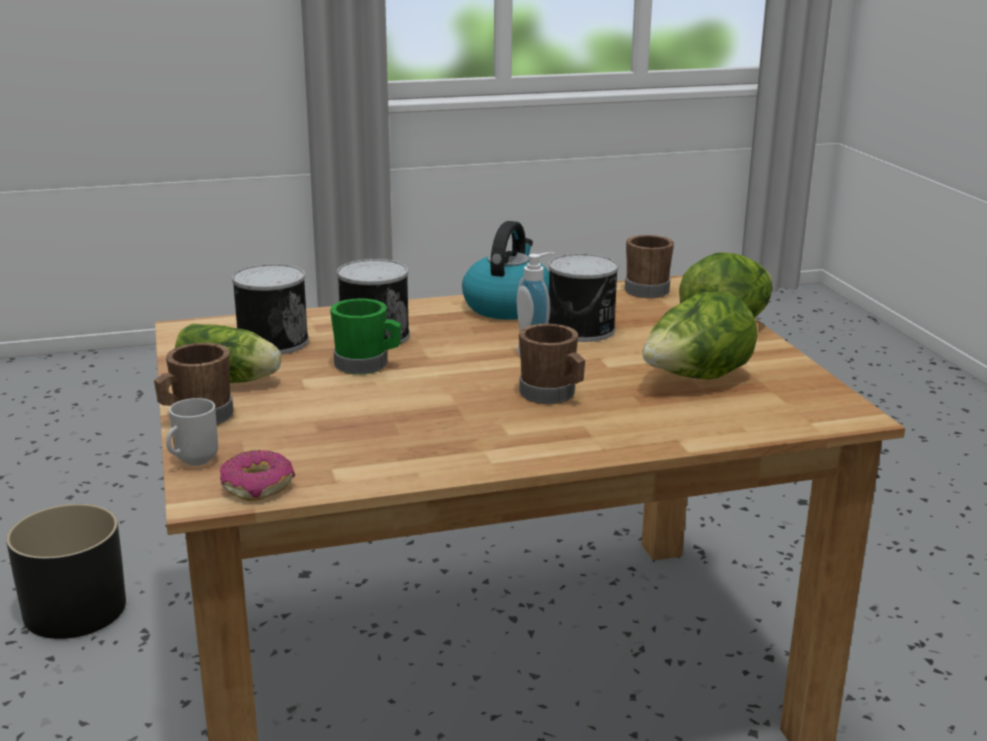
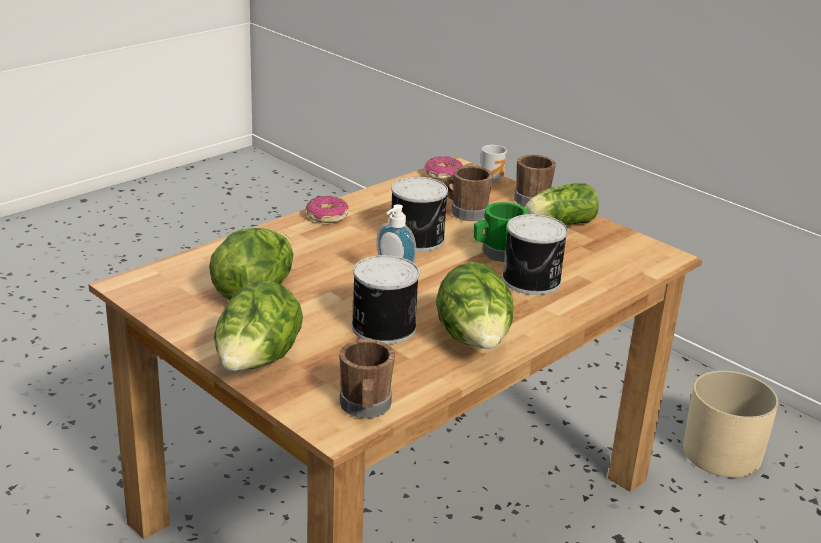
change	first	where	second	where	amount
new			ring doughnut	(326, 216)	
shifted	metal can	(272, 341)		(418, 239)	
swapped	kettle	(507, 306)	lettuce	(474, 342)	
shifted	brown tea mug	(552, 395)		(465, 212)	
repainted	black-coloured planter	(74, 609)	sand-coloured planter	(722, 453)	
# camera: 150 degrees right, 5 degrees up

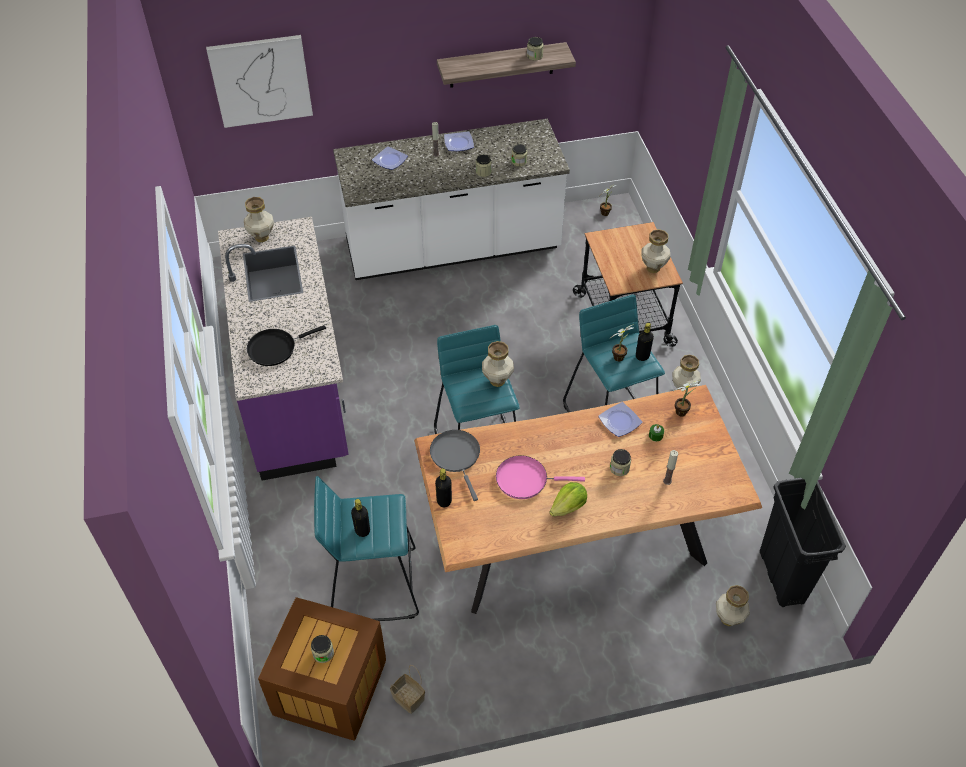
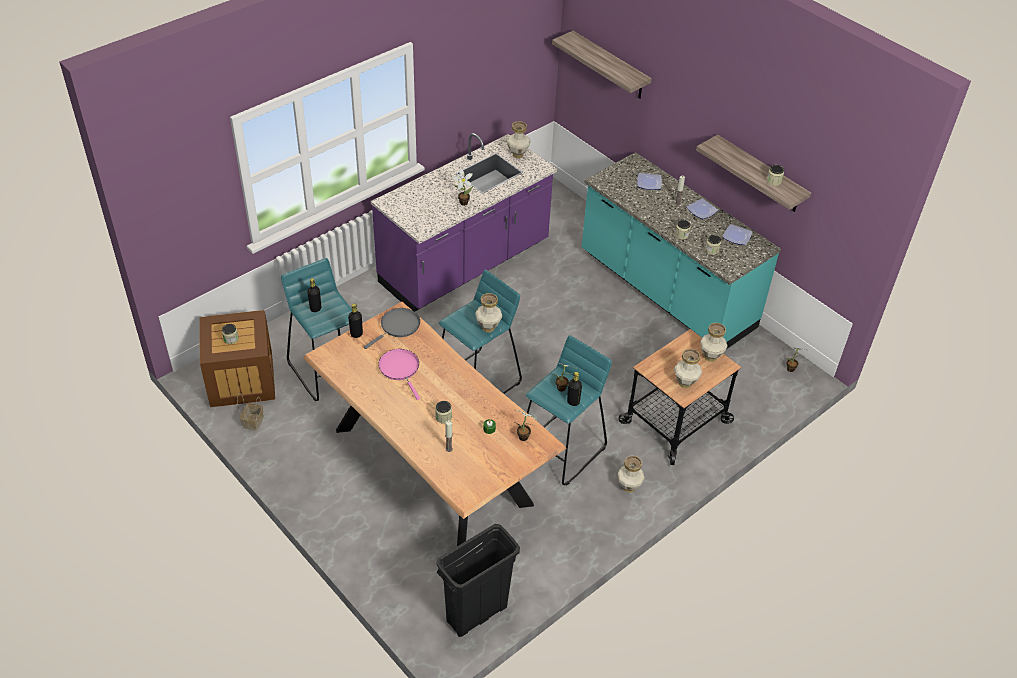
change	first	where	second	where	amount
new			houseplant	(462, 202)	
swapped	wall picture	(261, 80)	wall shelf	(610, 66)	
repainted	white counter	(453, 248)	blue-green counter	(665, 291)	
shifted	flower vase	(728, 619)		(710, 357)	
shifted	plate	(620, 421)		(737, 236)	
gone	black-coloured skillet	(275, 348)			
gone	lettuce	(568, 507)			
# camera: 60 degrees right, 5 degrees down

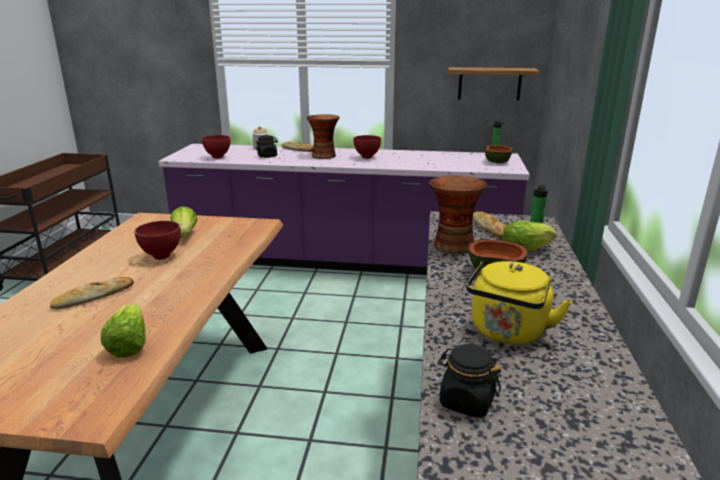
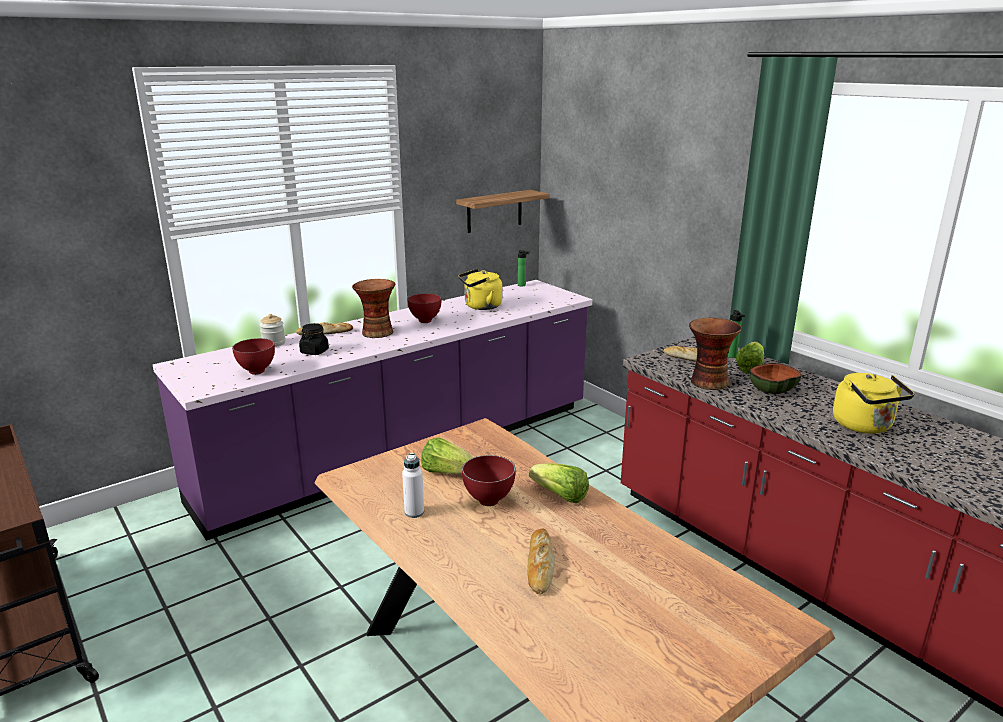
change	first	where	second	where	amount
new			white beverage bottle	(414, 512)	
new			yellow kettle	(481, 306)	
shifted	lettuce	(129, 344)		(560, 496)	
gone	black-coloured preserve jar	(466, 401)			
gone	bowl	(497, 162)			
# camera: 45 degrees left, 0 degrees up

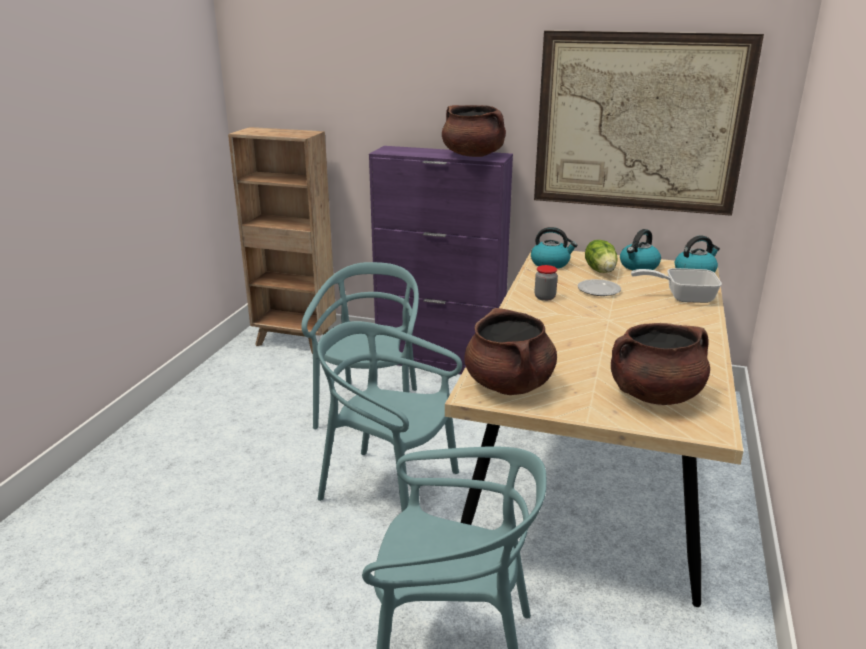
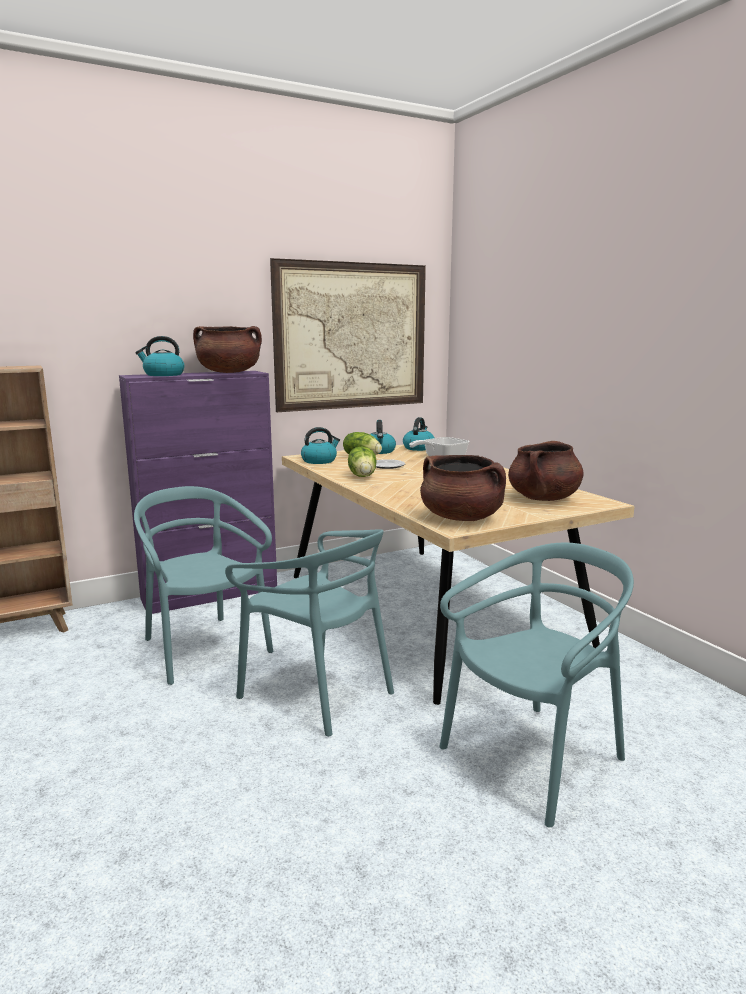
change	first	where	second	where	amount
new			kettle	(163, 375)	
rotated	blue-green plain chair	(389, 489)		(318, 692)	120 degrees counterclockwise
swapped	preserve jar	(545, 297)	lettuce	(363, 476)	
# camera: 45 degrees left, 10 degrees down

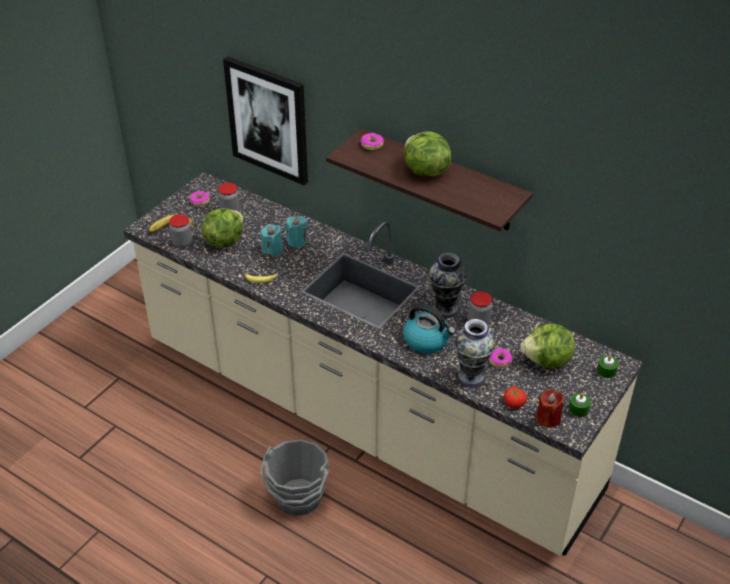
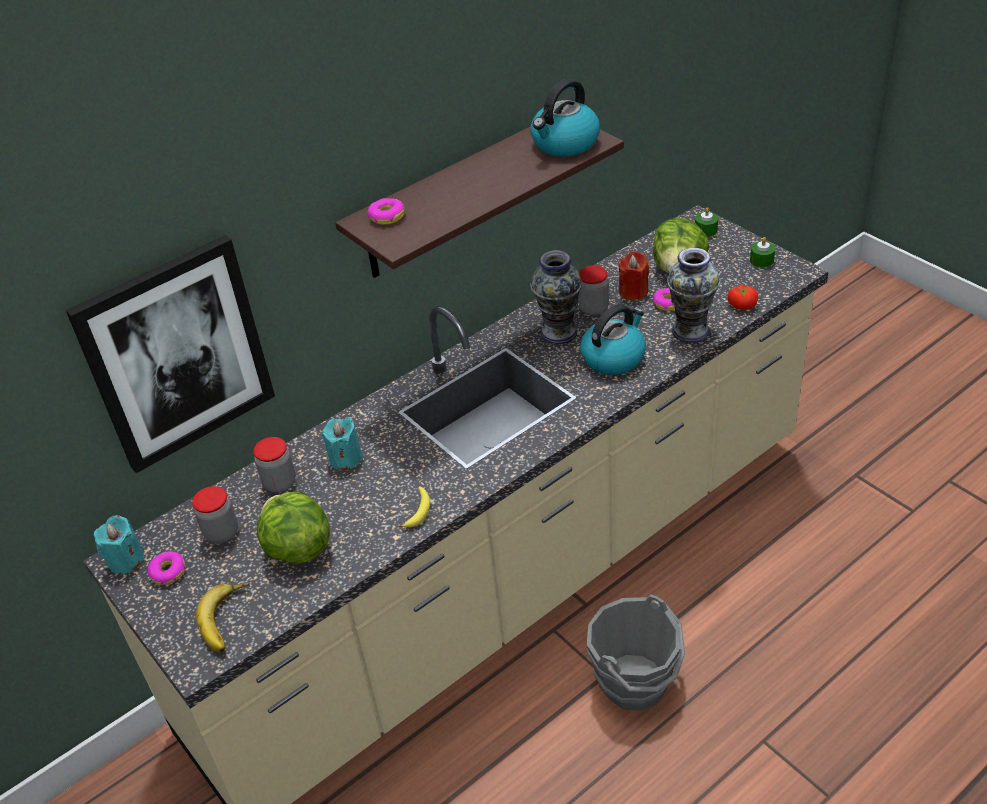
change	first	where	second	where	amount
shifted	blue-green wax light	(272, 250)		(126, 560)	
shifted	preserve jar	(182, 243)		(280, 483)	
new			kettle	(565, 144)	
shifted	red-coloured wax light	(548, 418)		(633, 291)	
gone	lettuce	(425, 171)			
# camera: 70 degrees left, 0 degrees up

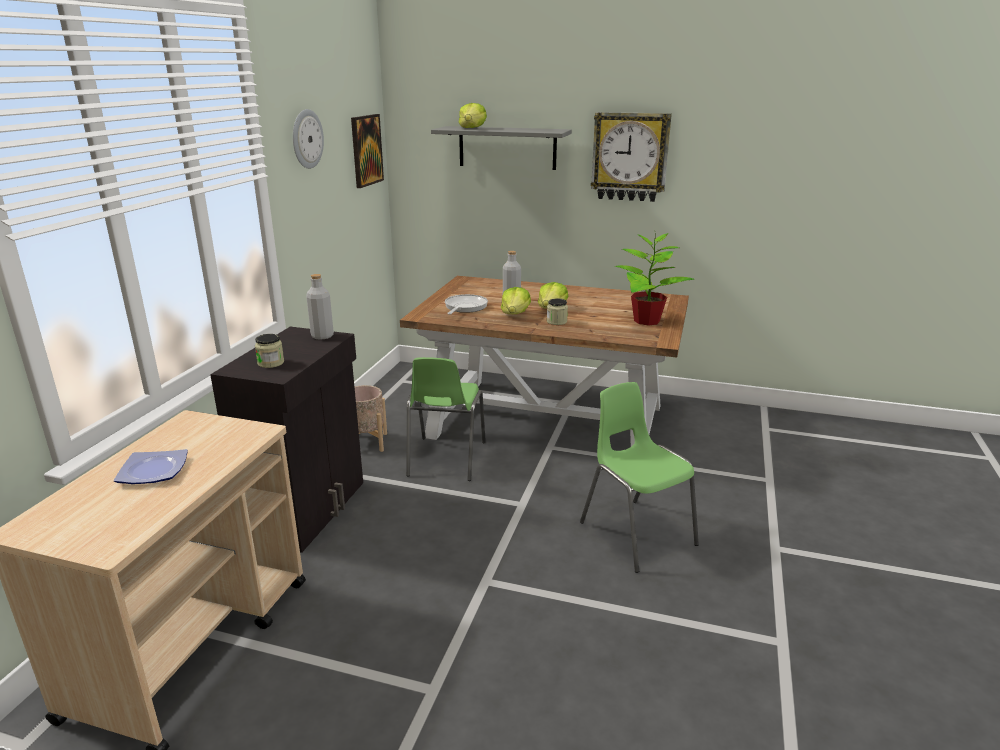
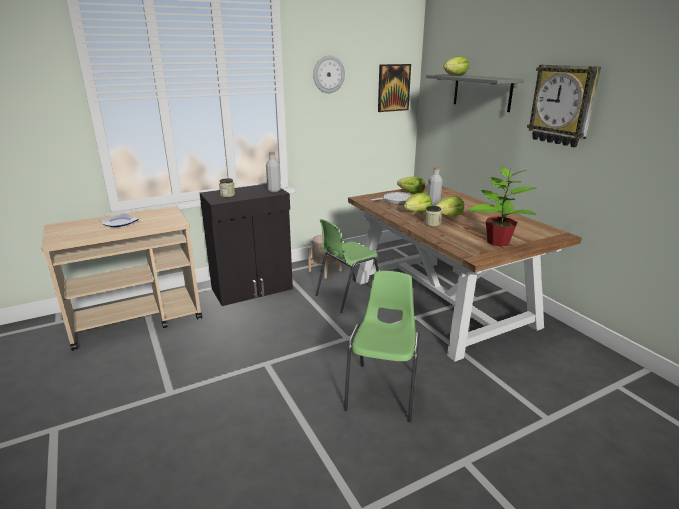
change	first	where	second	where	amount
new			lettuce	(411, 193)	
# camera: 45 degrees right, 0 degrees up

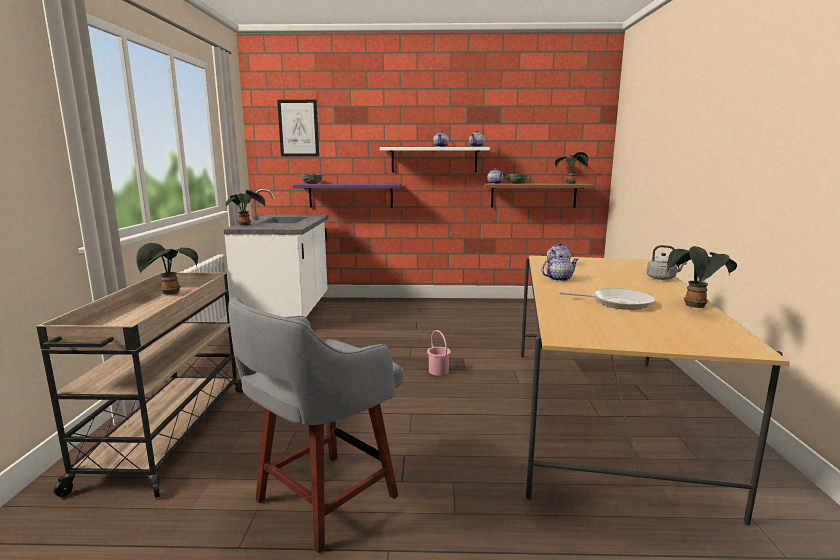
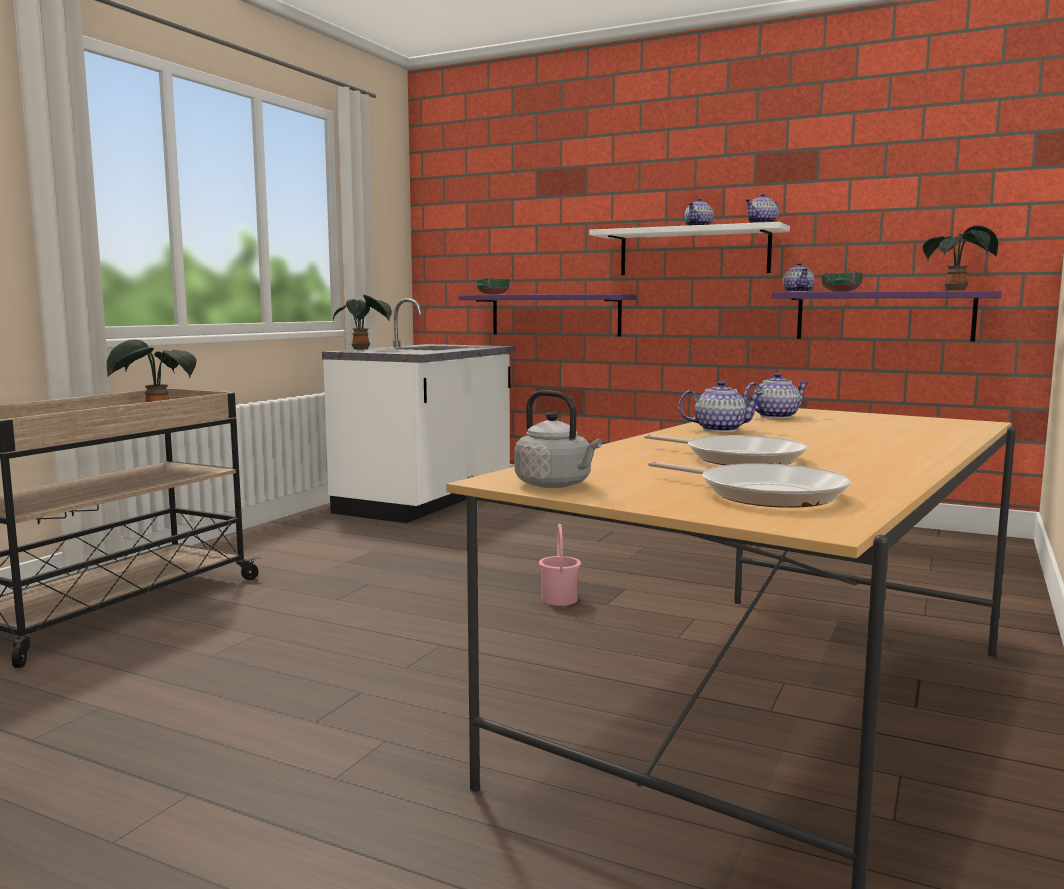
change	first	where	second	where	amount
shifted	greyish kettle	(662, 278)		(556, 485)	
new			skillet	(764, 494)	
repainted	brown wall shelf	(533, 195)	purplish wall shelf	(883, 316)	
gone	greyish stool	(322, 501)			
gone	wall picture	(298, 128)			
gone	houseplant	(695, 307)			
# camera: 25 degrees right, 5 degrees down

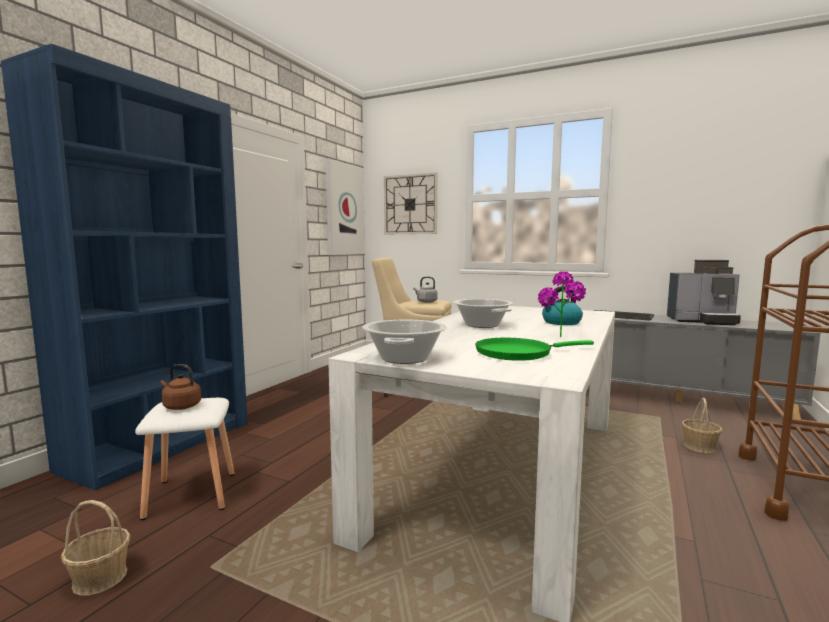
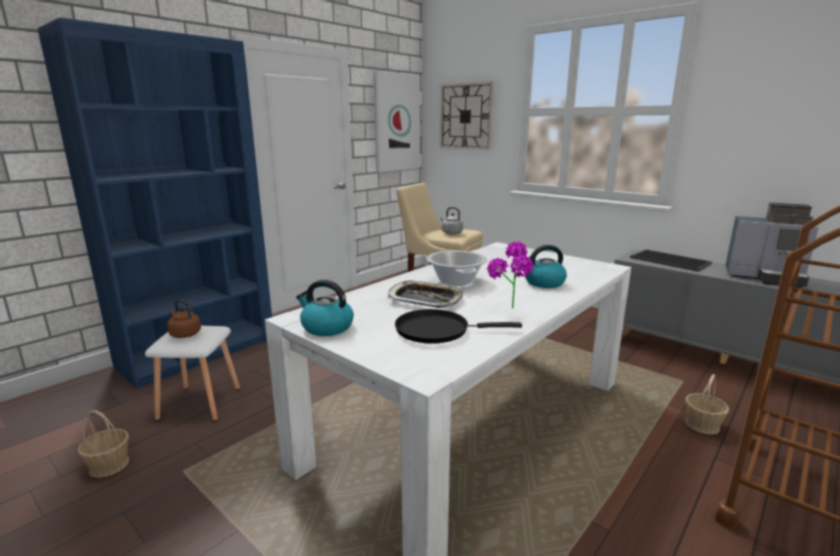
change	first	where	second	where	amount
swapped	stockpot	(405, 358)	kettle	(326, 327)	
new			carrying tray	(425, 299)	
repainted	green skillet	(517, 353)	black-coloured skillet	(437, 330)	
# camera: 15 degrees right, 10 degrees up

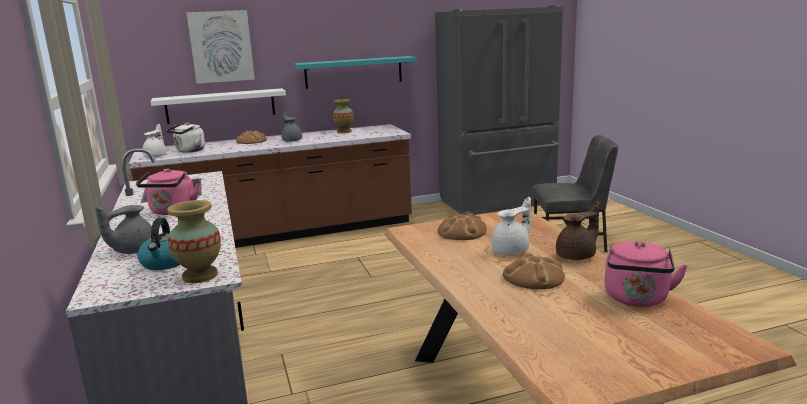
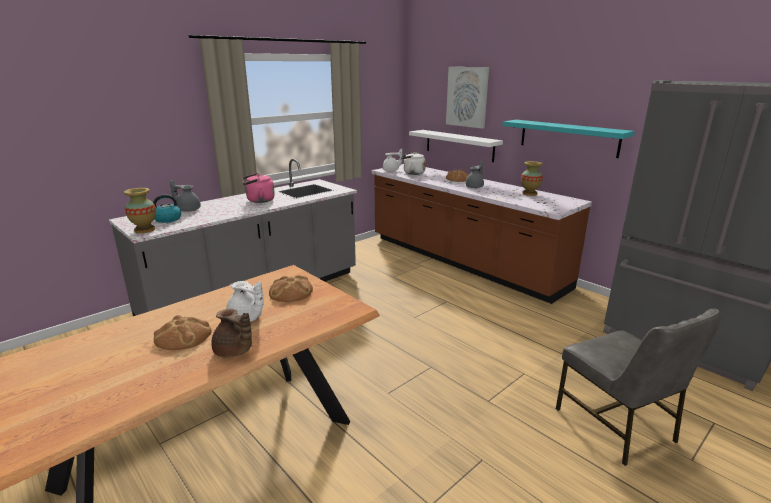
change	first	where	second	where	amount
gone	pinkish kettle	(637, 299)			
# camera: 65 degrees right, 5 degrees up

